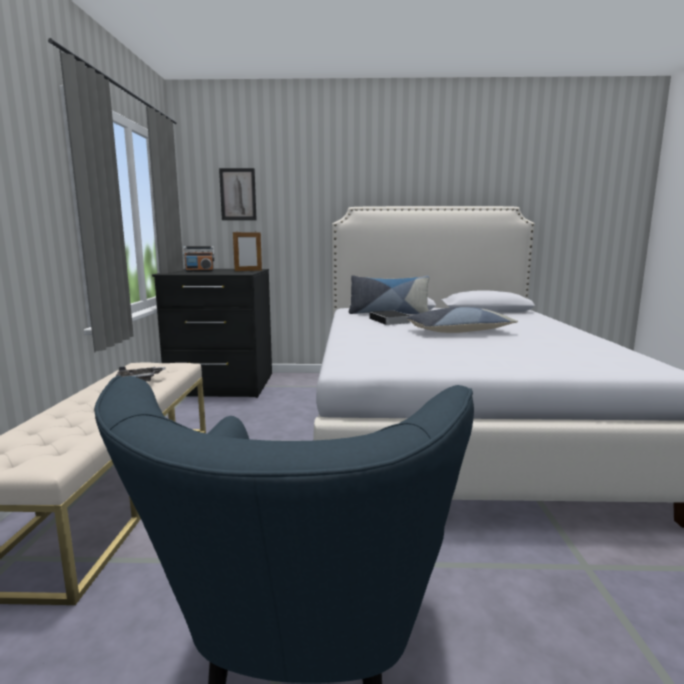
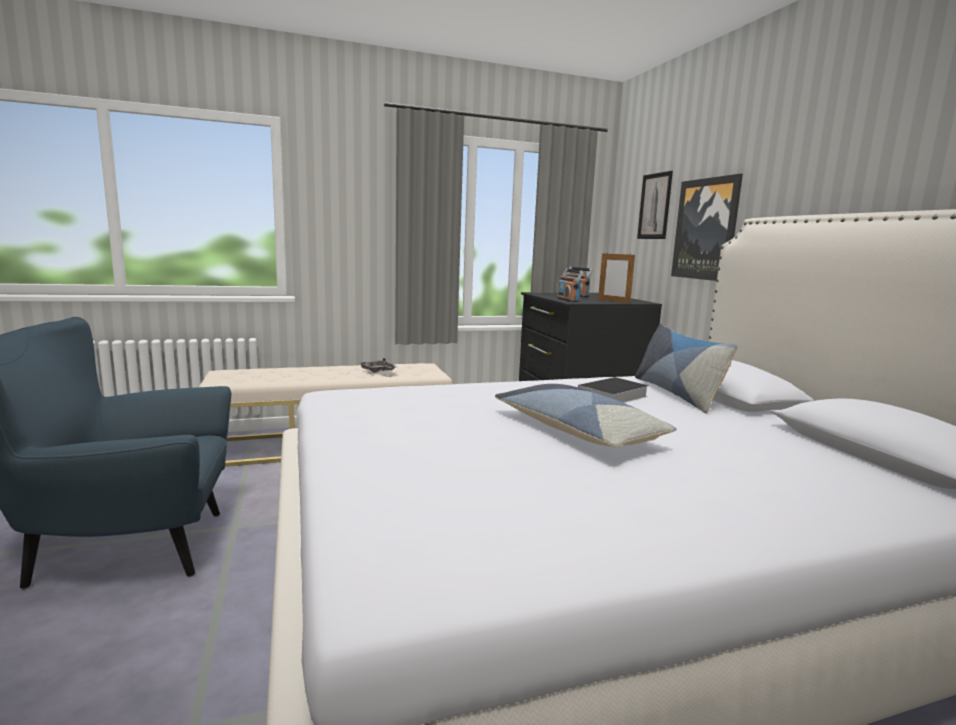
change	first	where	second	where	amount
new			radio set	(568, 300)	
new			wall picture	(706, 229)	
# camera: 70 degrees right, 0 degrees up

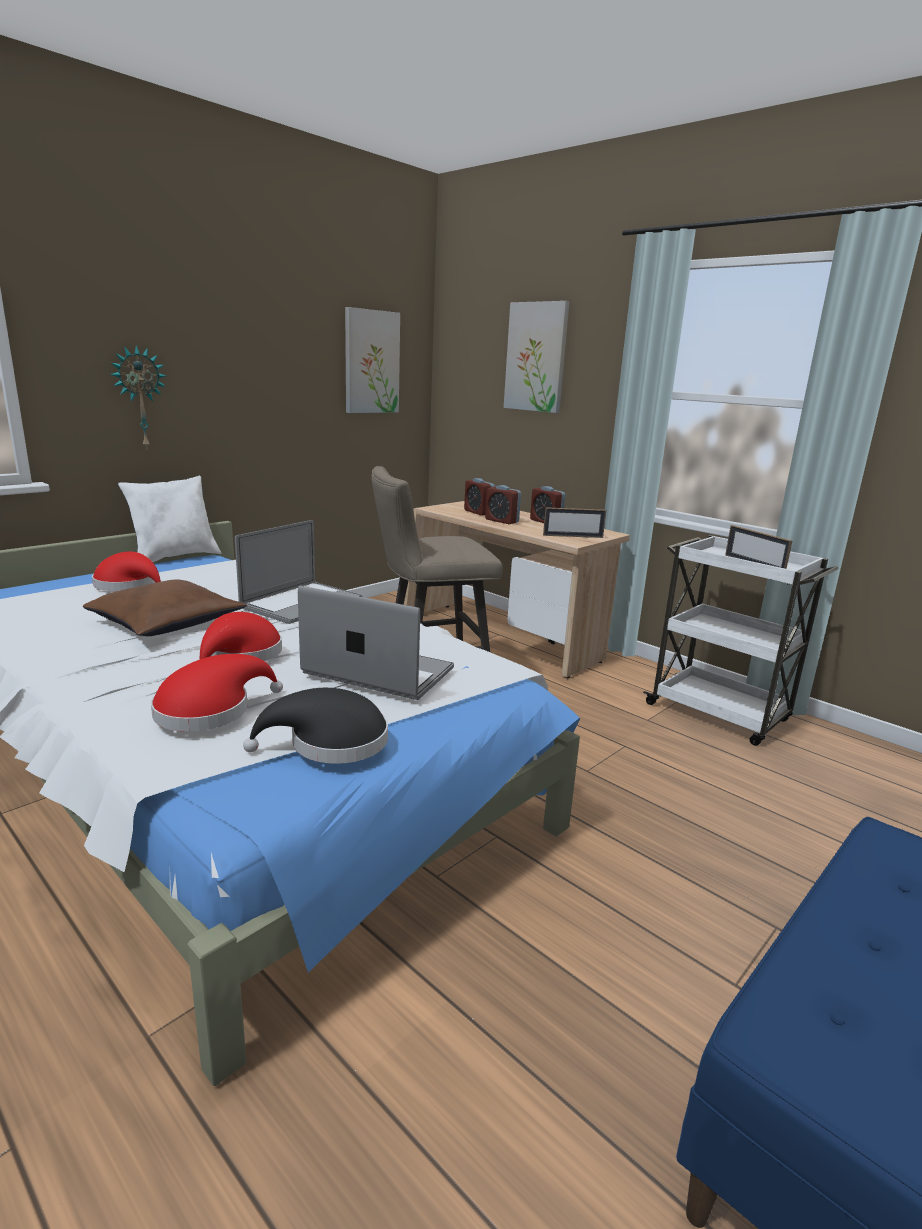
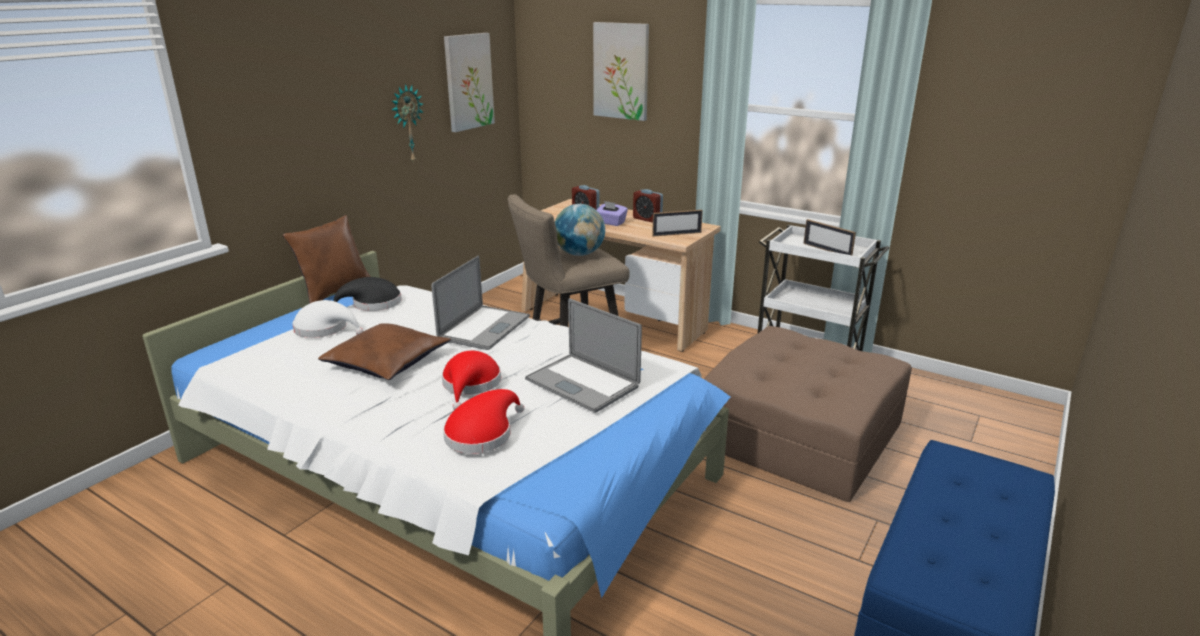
change	first	where	second	where	amount
repainted	white pillow	(175, 558)	brown pillow	(335, 292)	
repainted	red-coloured hat	(130, 586)	white hat	(325, 329)	
shifted	black-coloured hat	(330, 743)		(373, 304)	
shifted	clock on the wall	(139, 398)		(407, 124)	
rotated	laptop	(378, 671)		(582, 383)	150 degrees counterclockwise
new			desk globe	(579, 254)	
swapped	alarm clock	(501, 521)	purplish box of tissues	(610, 223)	
new			brown ottoman	(800, 434)	
# camera: 10 degrees left, 5 degrees up

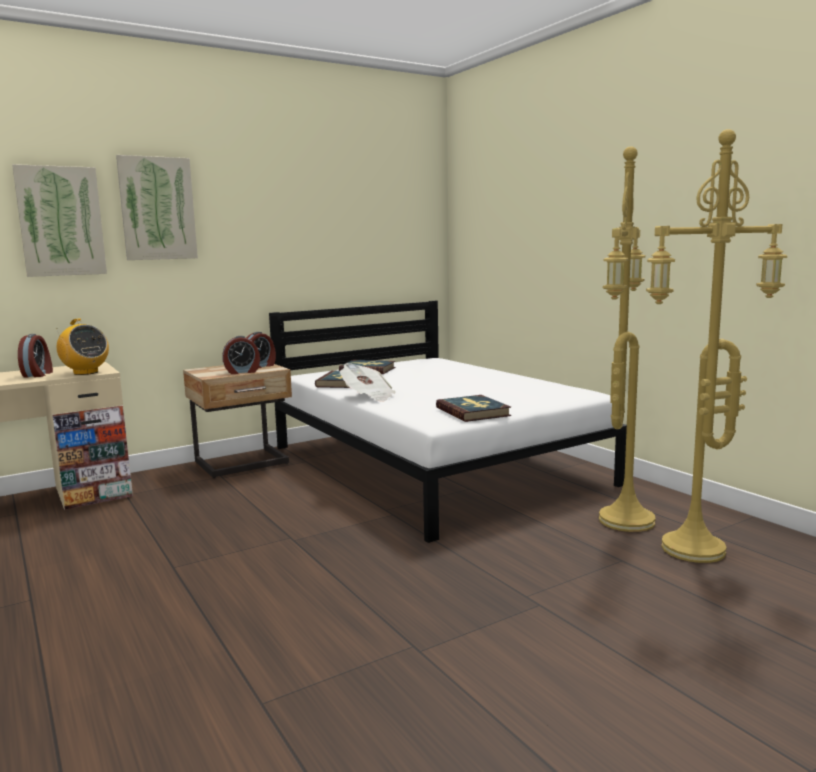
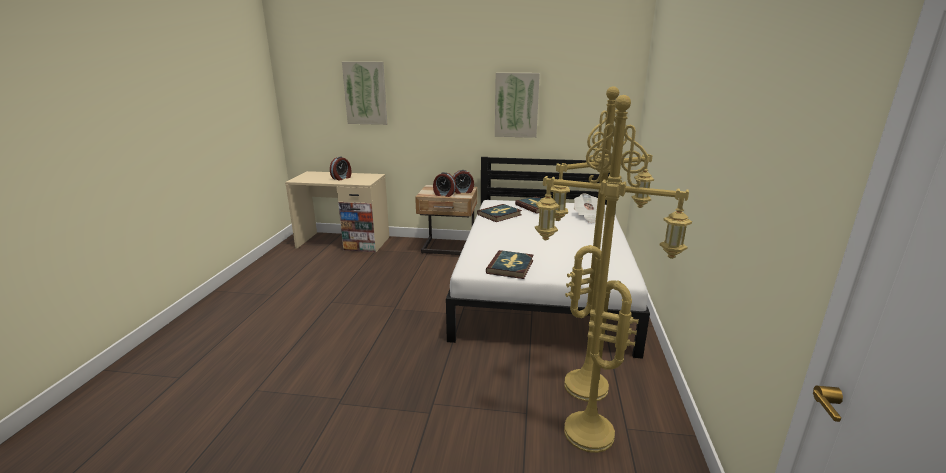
change	first	where	second	where	amount
shifted	wall picture	(157, 208)		(516, 105)	
shifted	newspaper	(368, 397)		(589, 217)	
gone	radio set	(85, 372)			
# camera: 40 degrees right, 10 degrees up

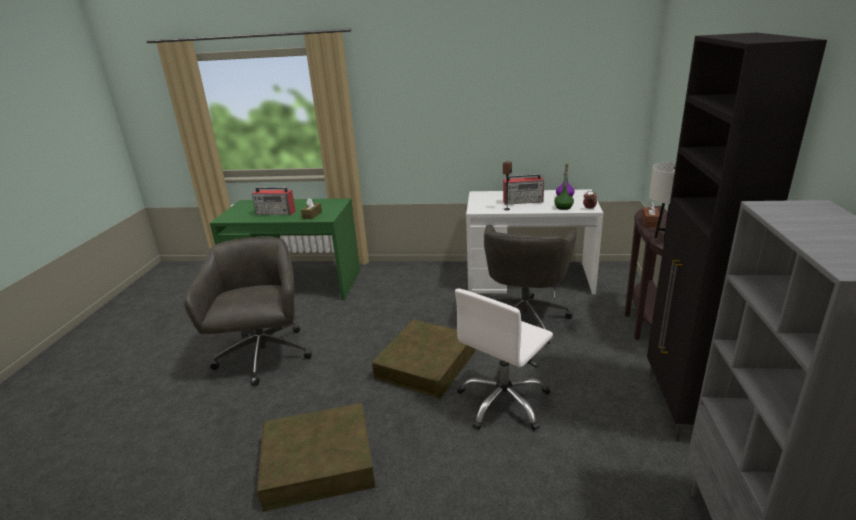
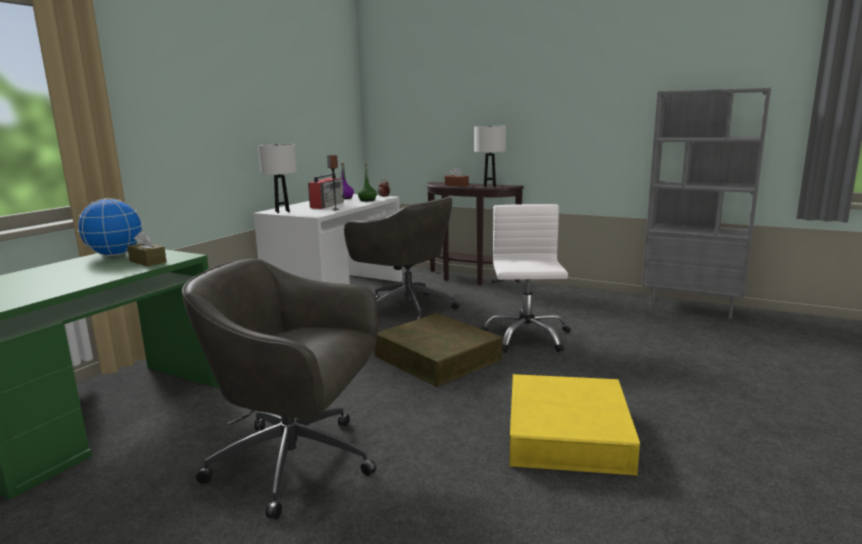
change	first	where	second	where	amount
new			desk globe	(116, 255)	
new			white tabletop lamp	(282, 211)	
rotated	white desk chair	(504, 402)		(526, 337)	150 degrees counterclockwise
repainted	brown storage container	(319, 462)	yellow storage container	(567, 433)	
gone	radio set	(276, 213)			
gone	black-coloured storage cabinet	(681, 407)			
# camera: 70 degrees left, 10 degrees down

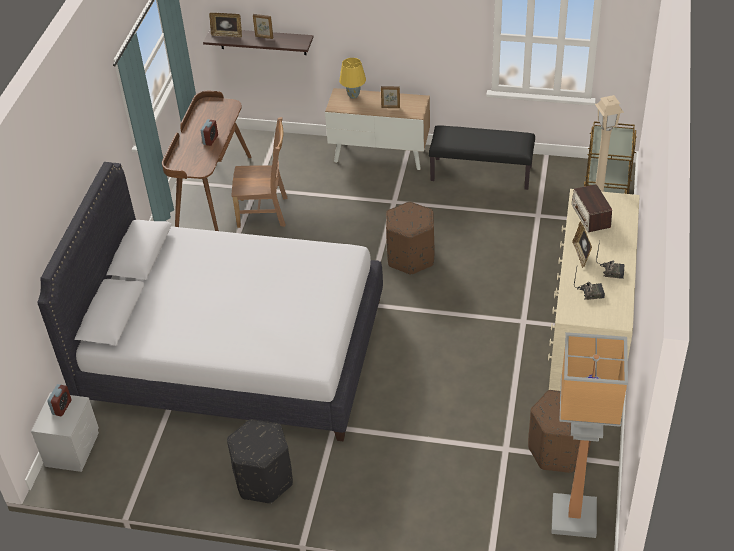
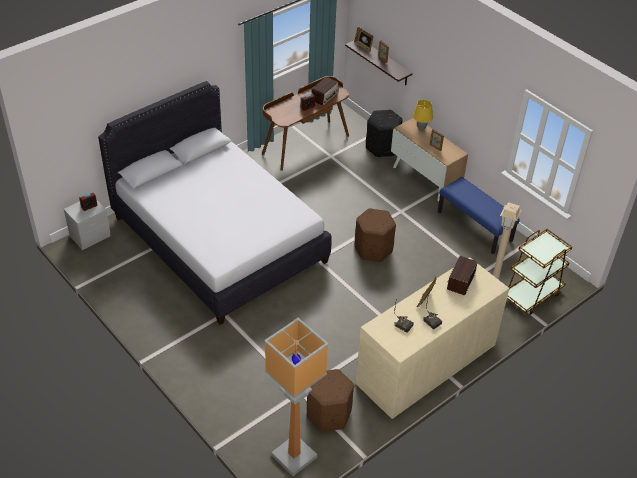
change	first	where	second	where	amount
new			radio set	(324, 96)	
shifted	black-coloured ottoman	(264, 480)		(382, 147)	
repainted	black-coloured indoor bench	(481, 173)	blue-coloured indoor bench	(475, 226)	
gone	brown plain chair	(265, 212)			
# camera: 35 degrees right, 0 degrees up

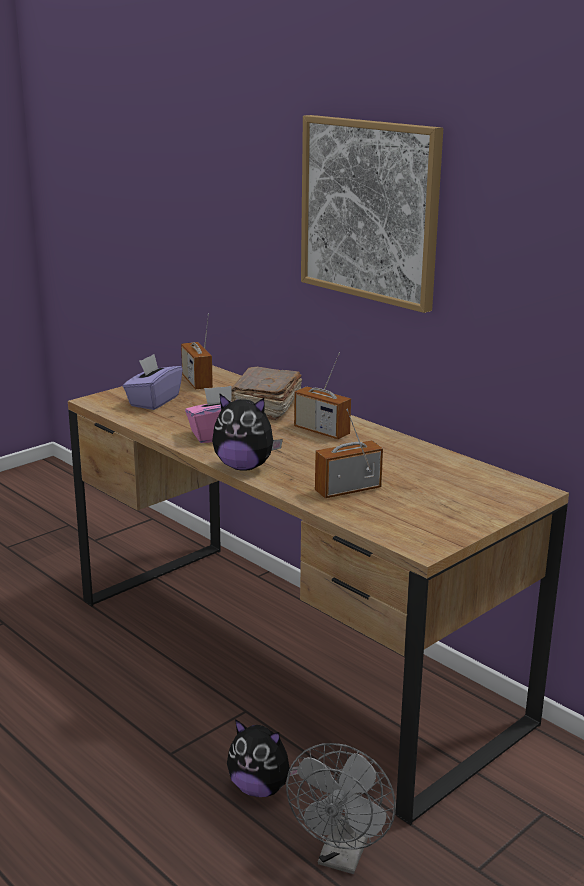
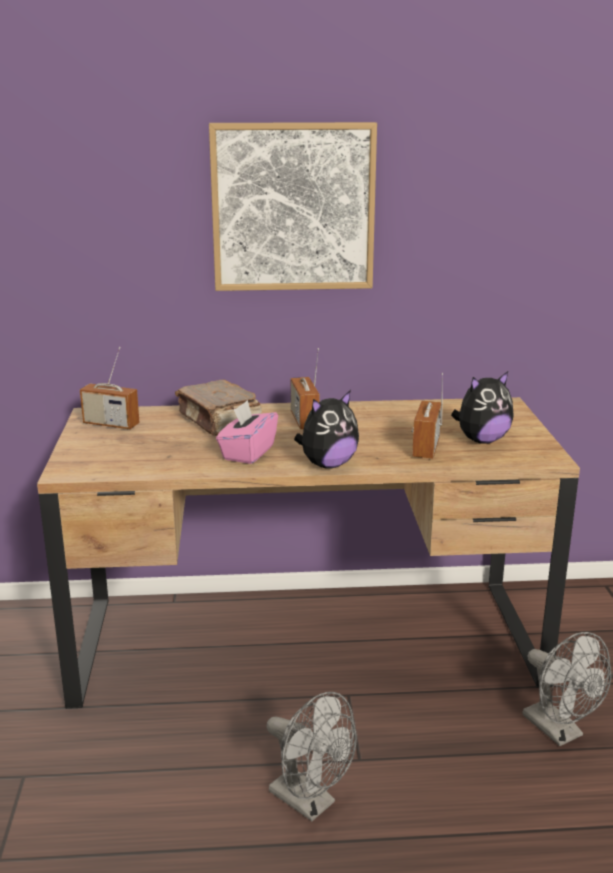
change	first	where	second	where	amount
new			greyish electric fan	(310, 802)	
rotated	radio set	(321, 431)		(304, 420)	90 degrees clockwise
shifted	cuddly toy	(260, 788)		(481, 440)	
gone	purplish box of tissues	(153, 401)			
# camera: 50 degrees left, 0 degrees up

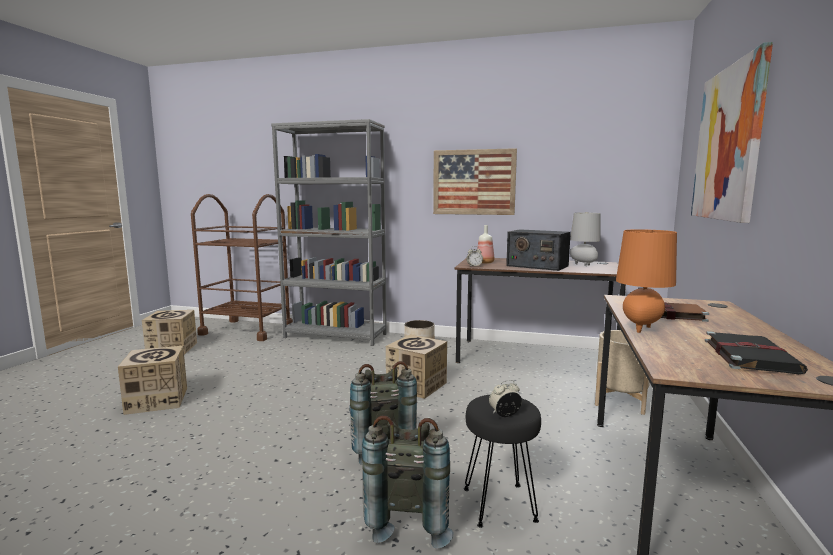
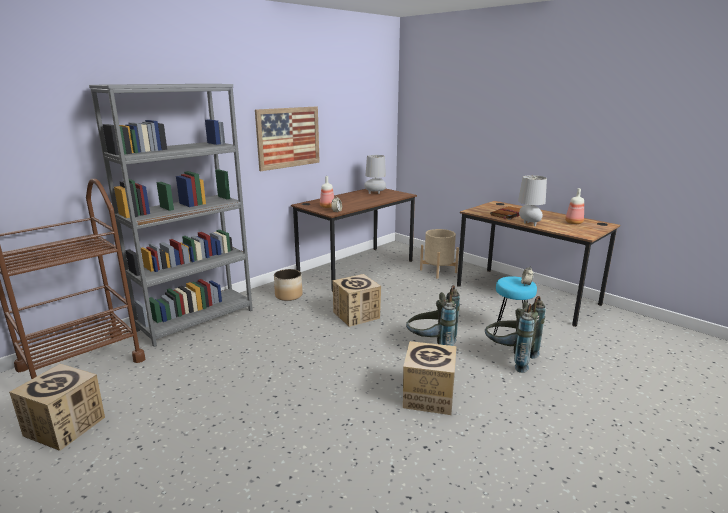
change	first	where	second	where	amount
shifted	carton	(157, 400)		(428, 396)	
repainted	black-coloured stool	(499, 504)	blue-green stool	(510, 333)	
repainted	orangey tabletop lamp	(640, 328)	greyish tabletop lamp	(528, 224)	
swapped	black-coloured volume	(749, 355)	beverage bottle	(574, 223)	
gone	radio set	(537, 266)			
gone	wall picture	(728, 144)			
# camera: 60 degrees left, 10 degrees up

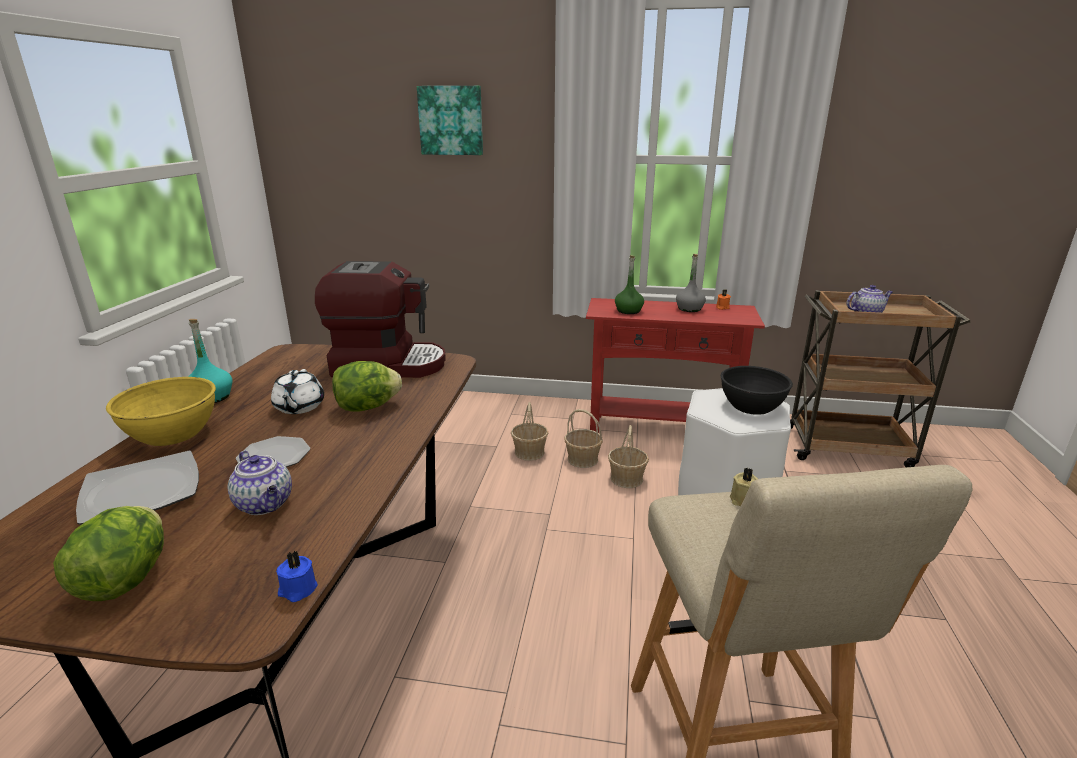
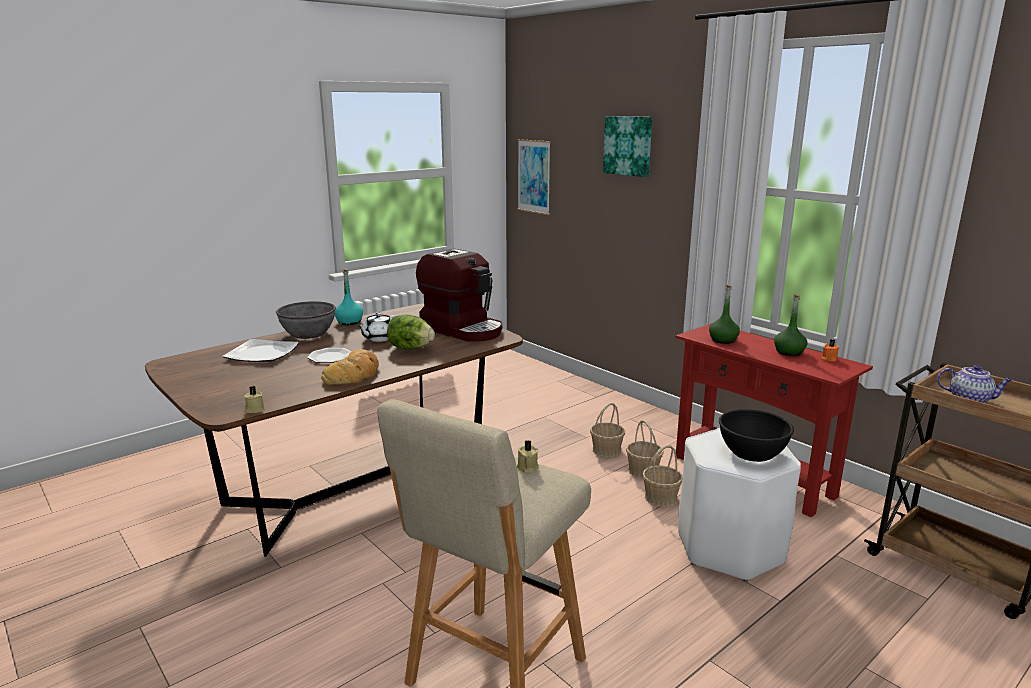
change	first	where	second	where	amount
repainted	blue-coloured wax light	(297, 590)	sand-coloured wax light	(254, 409)	
repainted	yellow bowl	(172, 433)	greyish bowl	(308, 334)	
new			bread	(354, 374)	
new			wall picture	(534, 176)	
repainted	greyish beverage bottle	(689, 309)	green beverage bottle	(789, 352)	
gone	lettuce	(125, 579)			
gone	tea pot	(265, 504)			
# camera: 40 degrees right, 5 degrees down

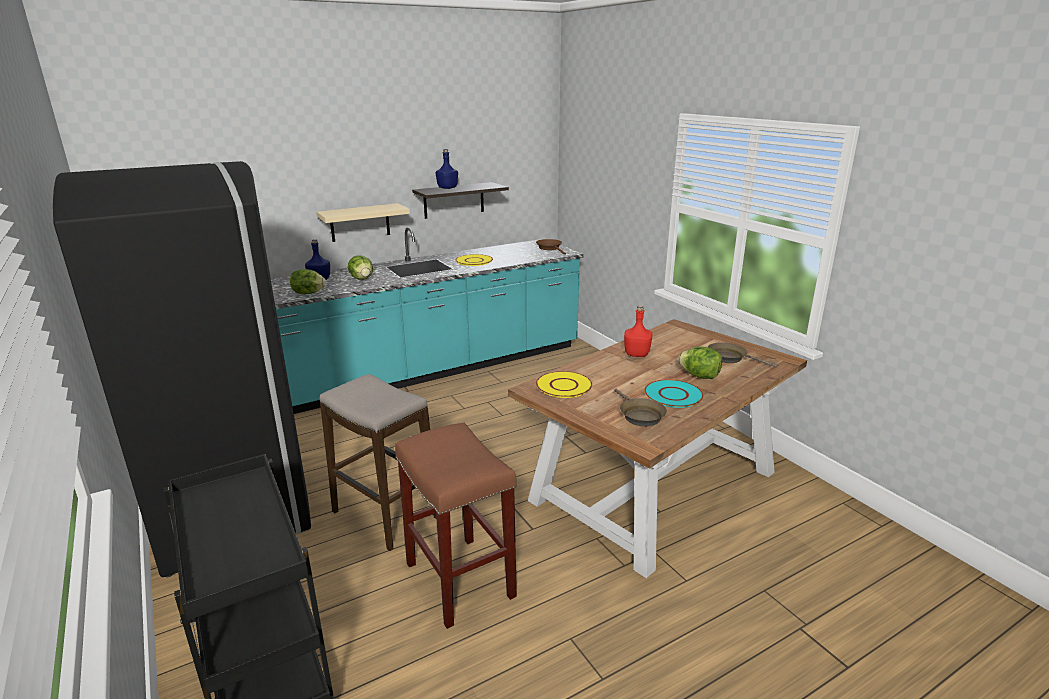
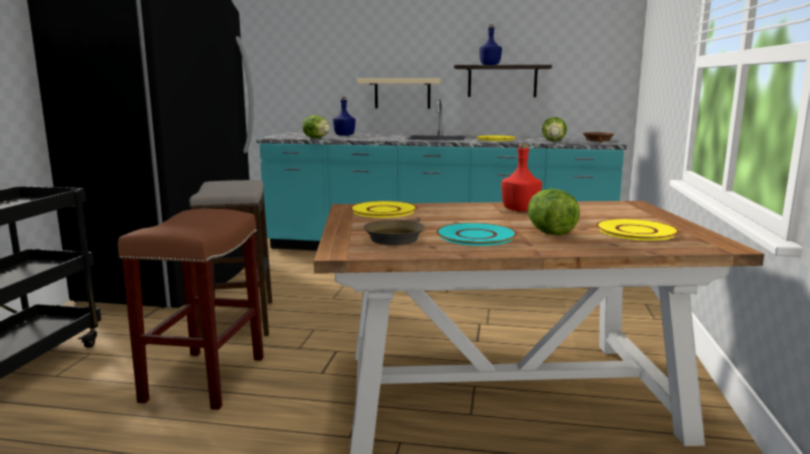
change	first	where	second	where	amount
shifted	lettuce	(362, 279)		(553, 141)	
swapped	brown skillet	(730, 358)	yellow plate	(636, 231)	
# camera: 40 degrees right, 10 degrees down

